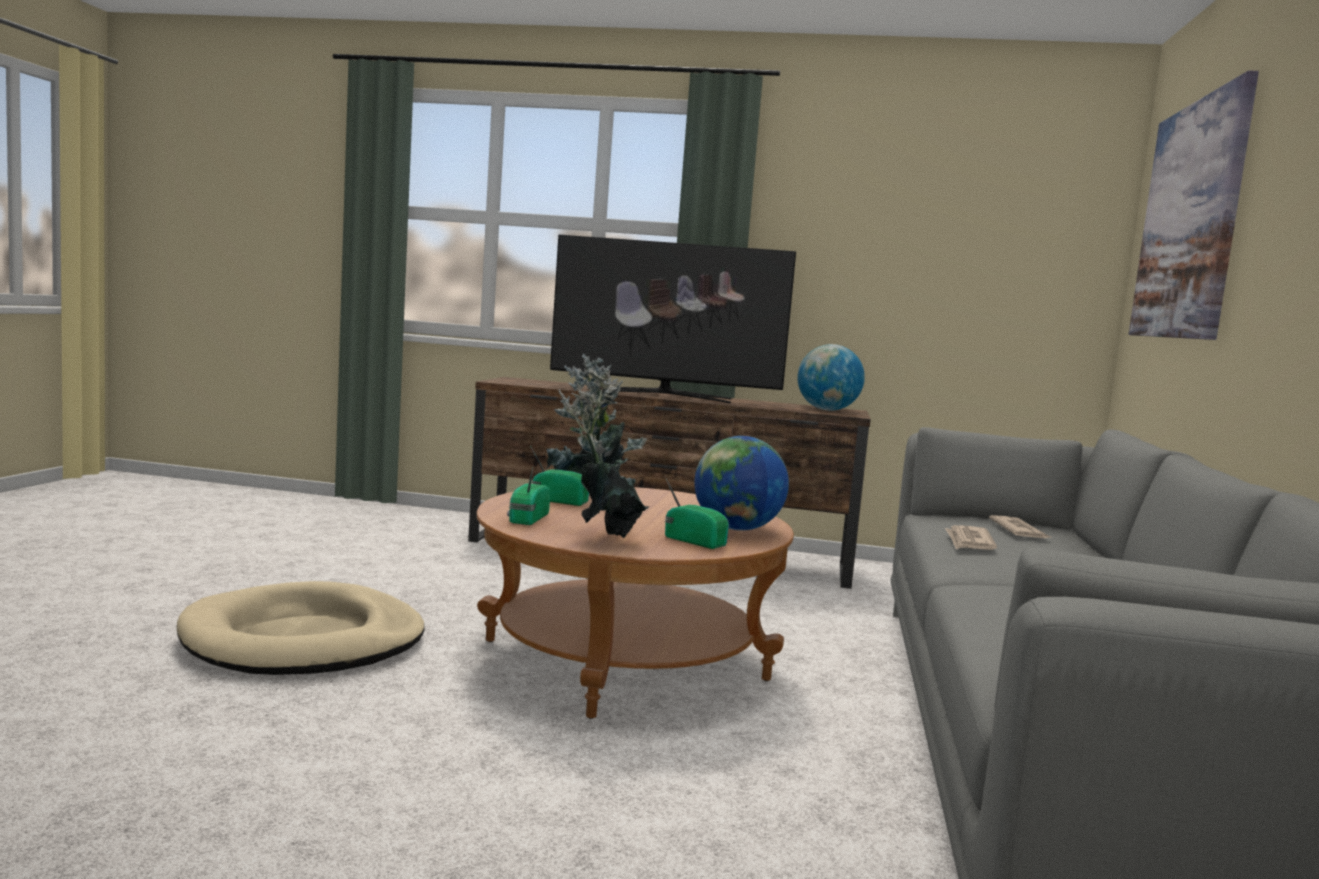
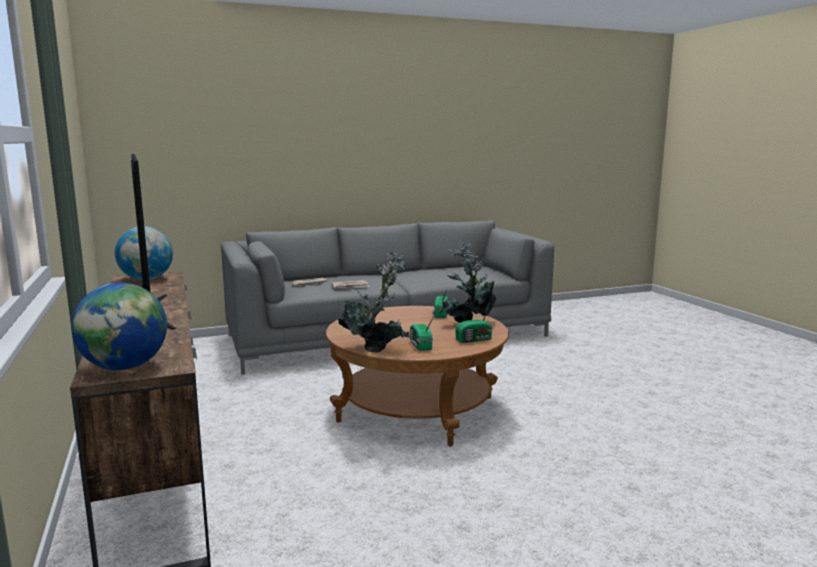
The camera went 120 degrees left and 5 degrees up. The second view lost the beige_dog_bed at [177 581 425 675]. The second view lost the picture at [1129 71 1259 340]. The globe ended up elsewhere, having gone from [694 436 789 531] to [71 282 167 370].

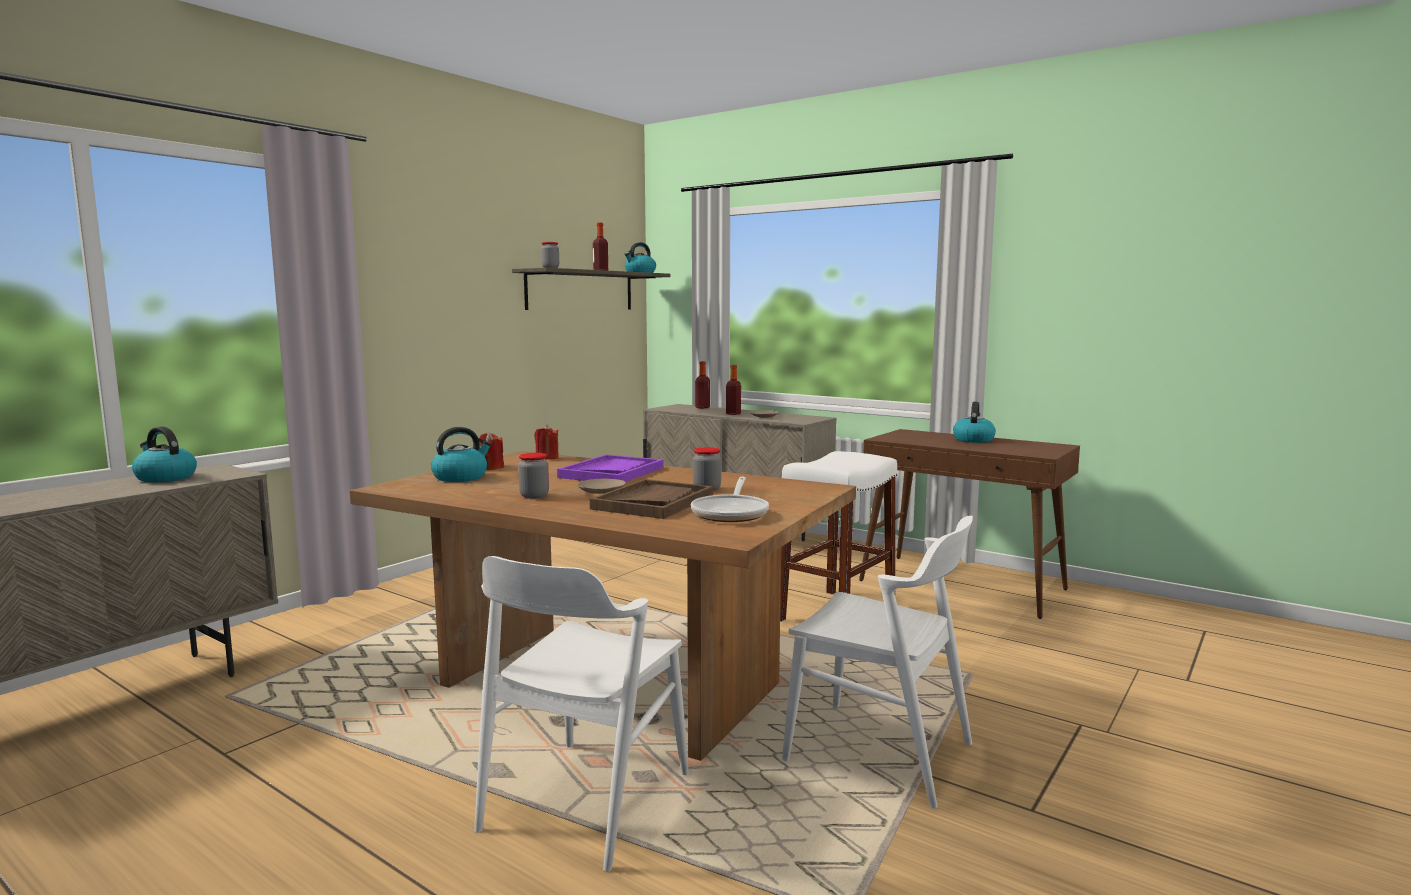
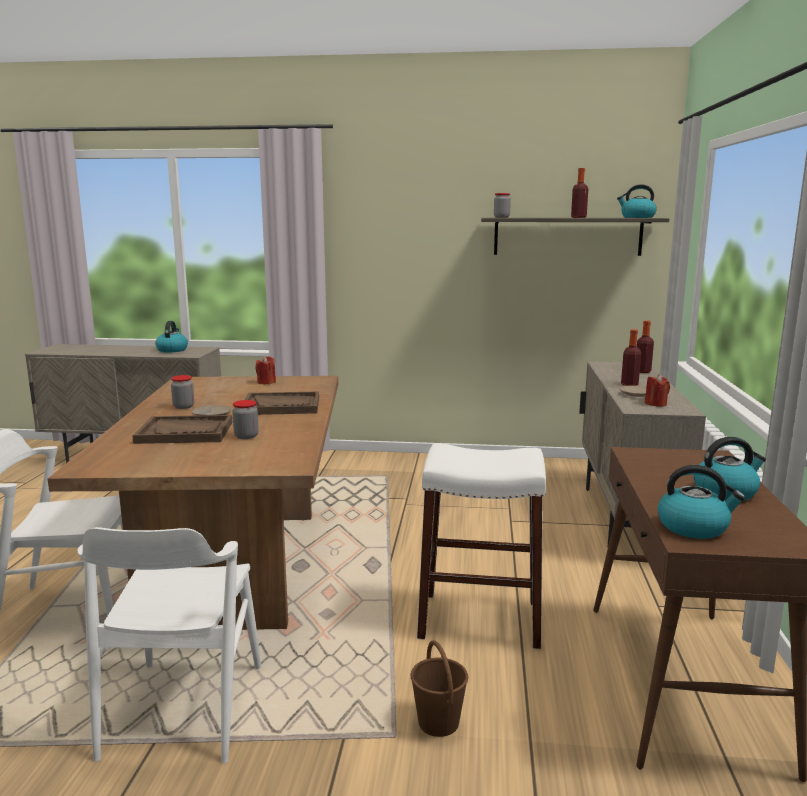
The camera went 60 degrees right and 5 degrees up. The second view lost the frying_pan at [691 477 769 522]. The second view gained the brown_bucket at [411 640 468 737]. The kettle ended up elsewhere, having gone from [431 427 491 482] to [658 465 745 539]. The red_candle ended up elsewhere, having gone from [534 424 559 459] to [645 375 670 407]. What was the purple_tray at [557 454 664 482] turned into the brown_tray at [245 391 319 415].

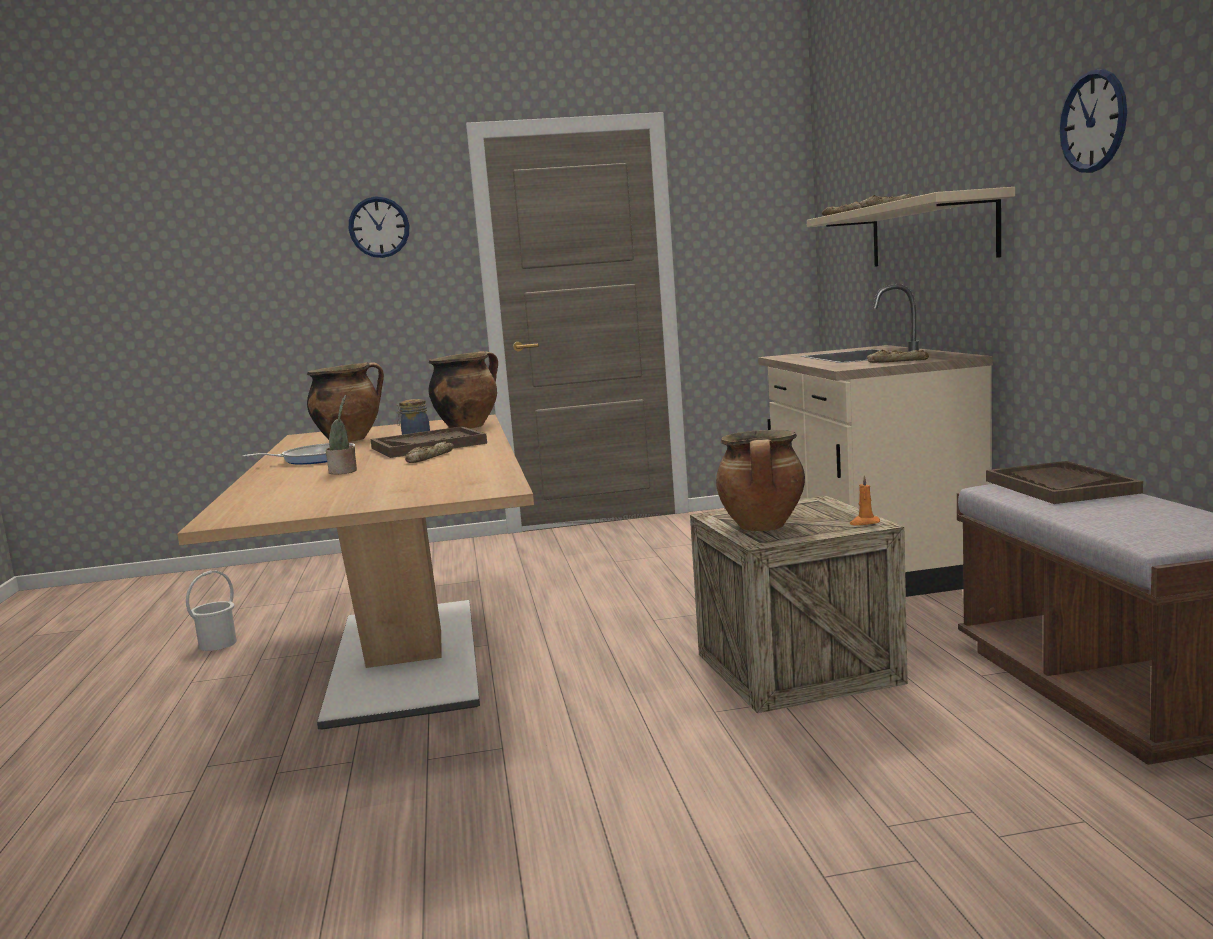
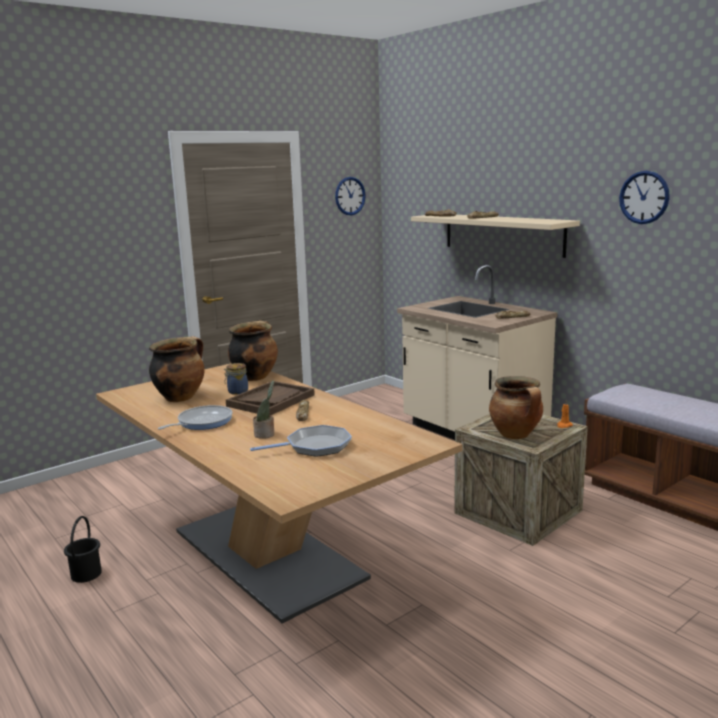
The camera went 30 degrees left and 5 degrees up. The second view lost the brown_tray at [986 461 1143 504]. The second view gained the frying_pan at [250 425 352 457]. The wall_clock ended up elsewhere, having gone from [349 196 409 258] to [335 177 366 215]. What was the white_bucket at [186 571 237 651] turned into the black_bucket at [64 516 102 583].

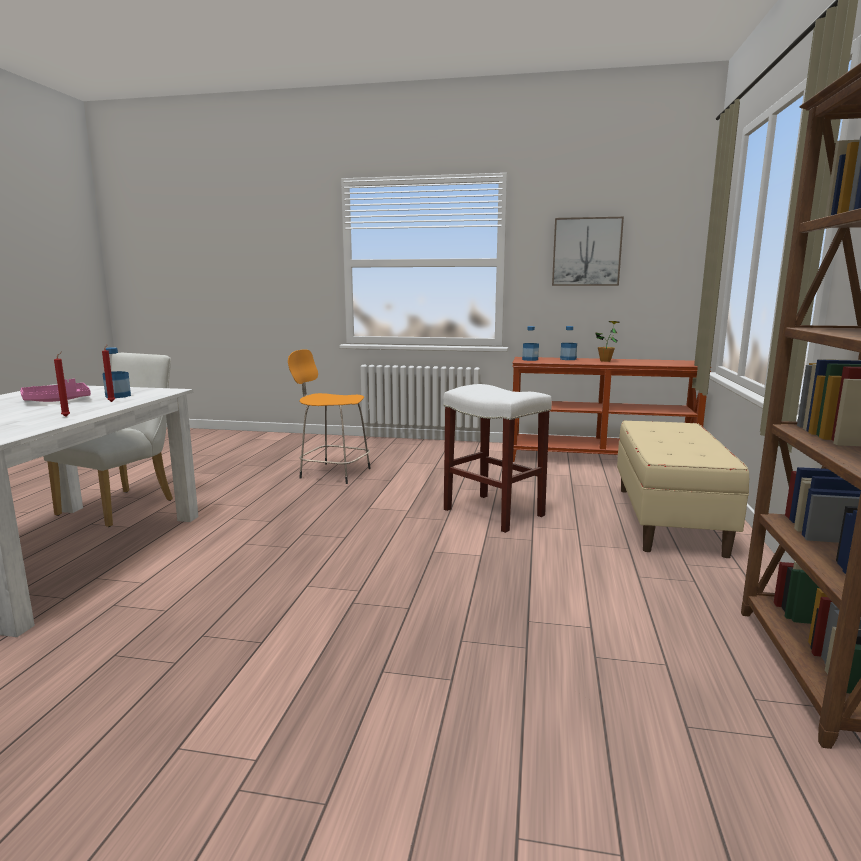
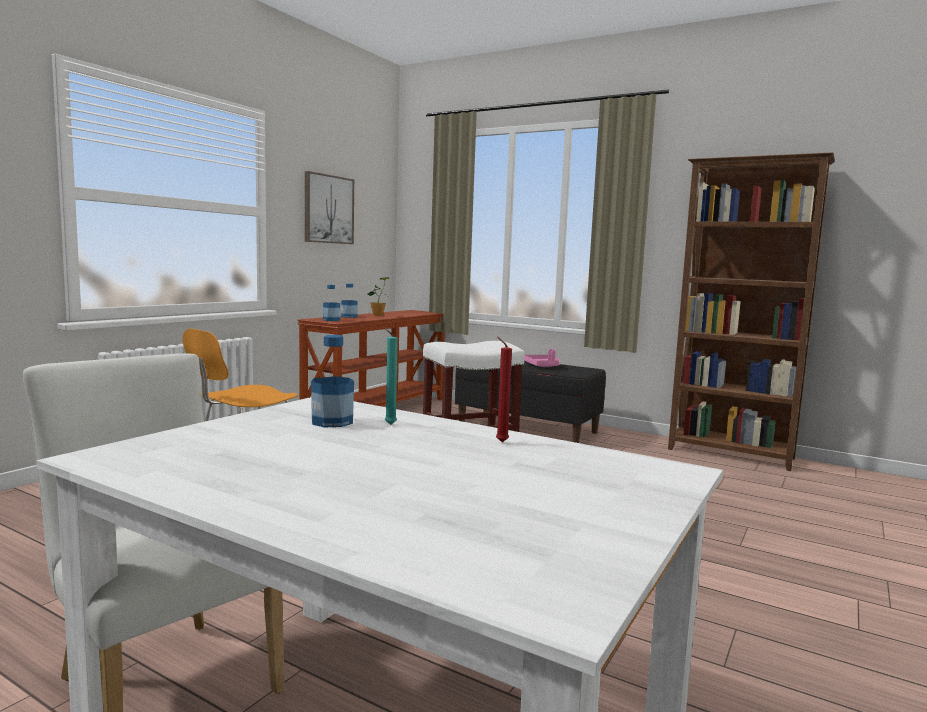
The camera went 70 degrees left and 5 degrees down. The pink_tray ended up elsewhere, having gone from [20 378 91 402] to [524 349 560 367]. What was the red_candle at [102 344 115 402] turned into the turquoise_candle at [383 327 398 425]. What was the beige_bench at [617 420 749 558] turned into the black_bench at [455 361 606 443].

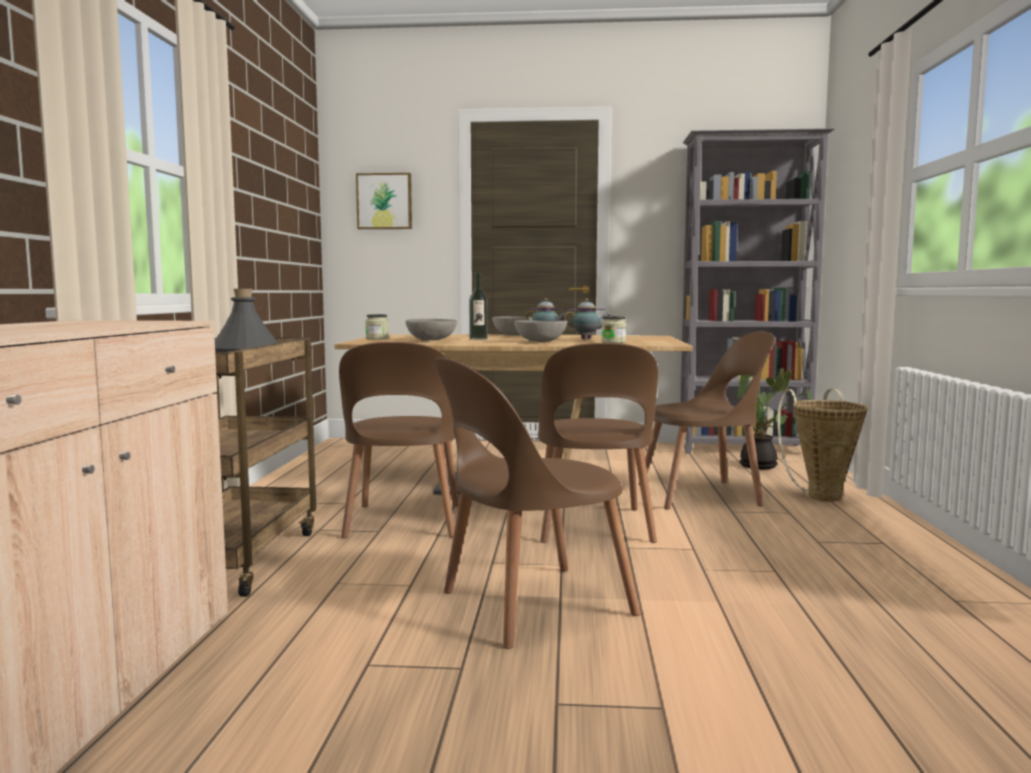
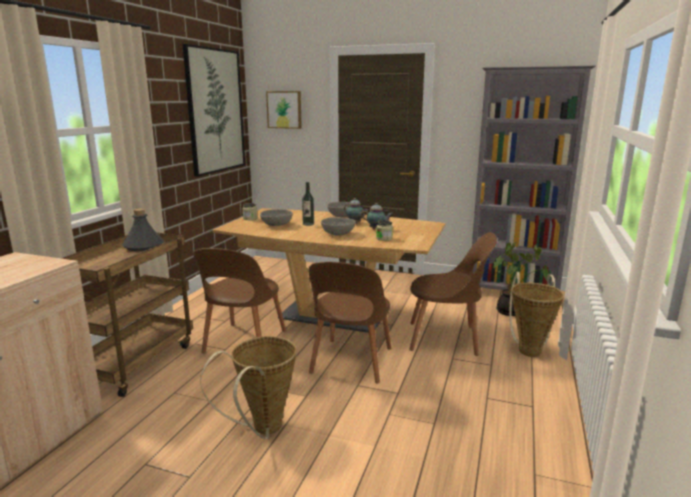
The camera went 15 degrees right and 10 degrees up. The second view gained the picture at [183 44 245 177]. Where the brown_chair stood at [433 357 640 649], the basket came to stand at [200 336 297 439].

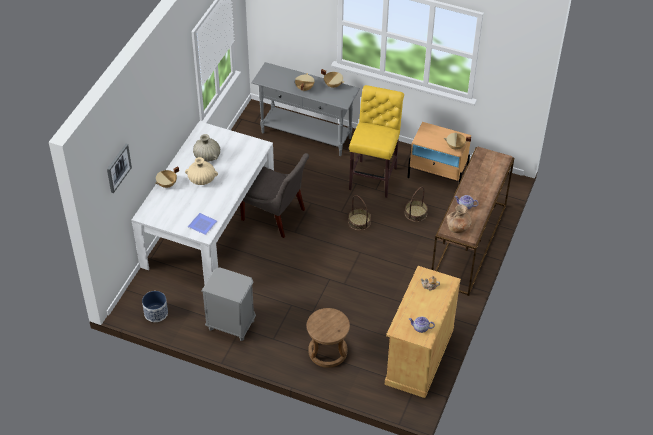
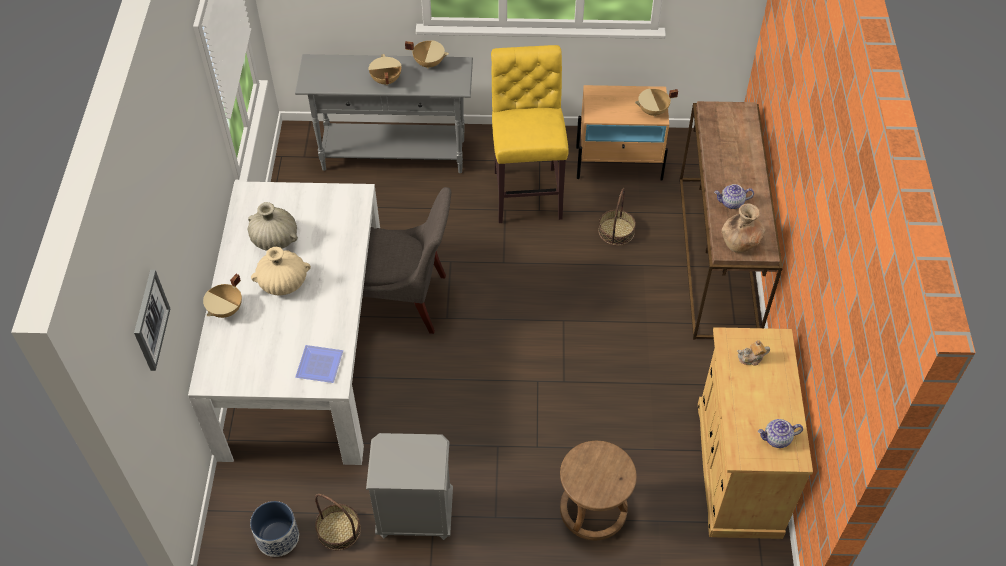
The camera went 20 degrees left and 5 degrees up. The basket ended up elsewhere, having gone from [348 195 371 231] to [315 494 361 550].

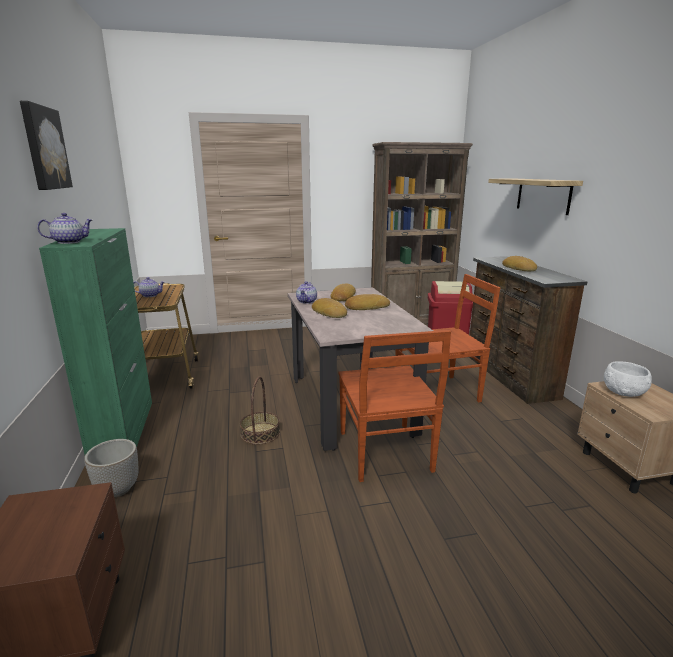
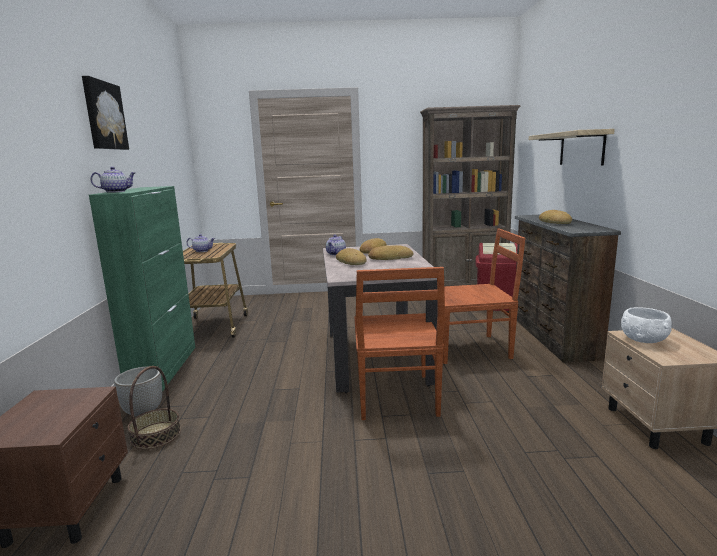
The camera went 10 degrees right and 5 degrees down. The basket ended up elsewhere, having gone from [240 376 280 445] to [128 366 181 449].

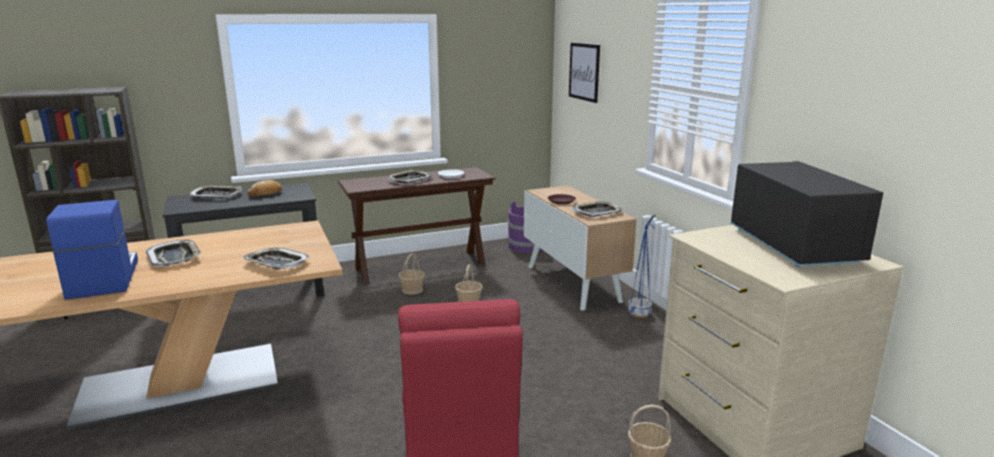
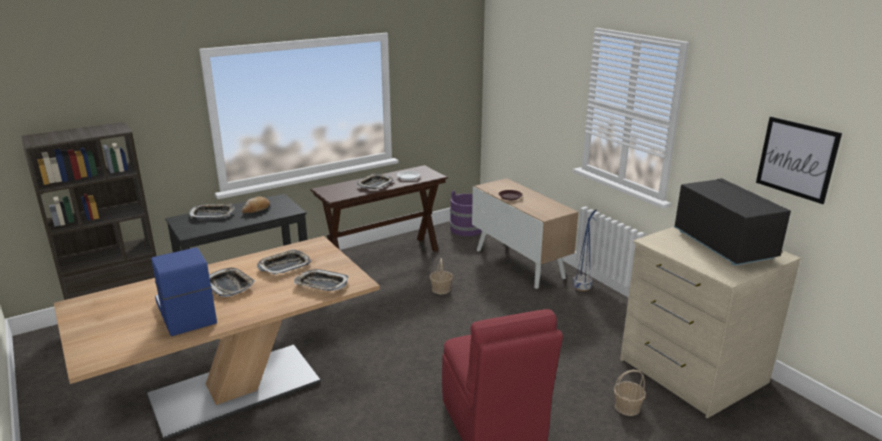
The camera went 10 degrees left and 5 degrees up. The second view lost the basket at [399 253 425 295]. The picture ended up elsewhere, having gone from [569 43 600 103] to [756 117 842 204]. The tray ended up elsewhere, having gone from [572 201 622 217] to [257 249 311 275].

